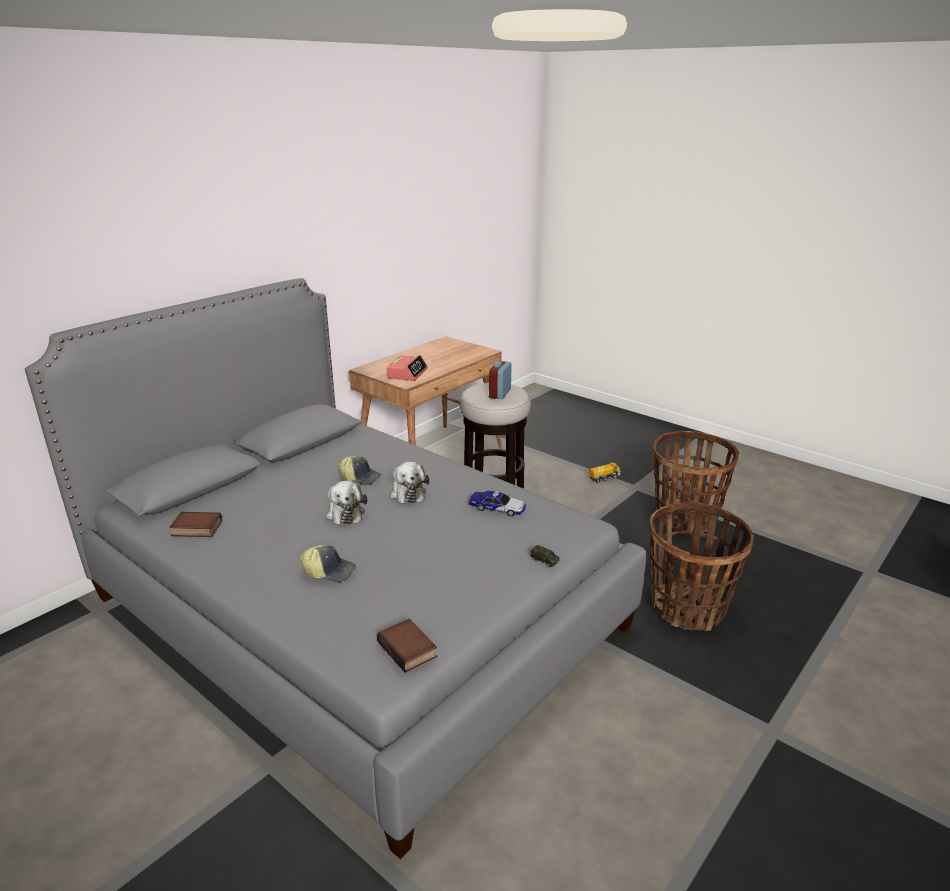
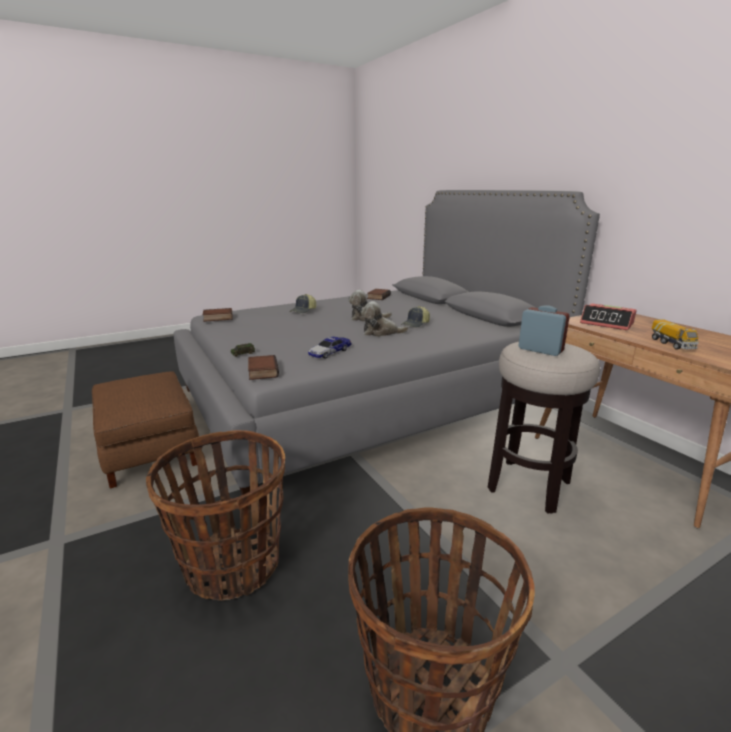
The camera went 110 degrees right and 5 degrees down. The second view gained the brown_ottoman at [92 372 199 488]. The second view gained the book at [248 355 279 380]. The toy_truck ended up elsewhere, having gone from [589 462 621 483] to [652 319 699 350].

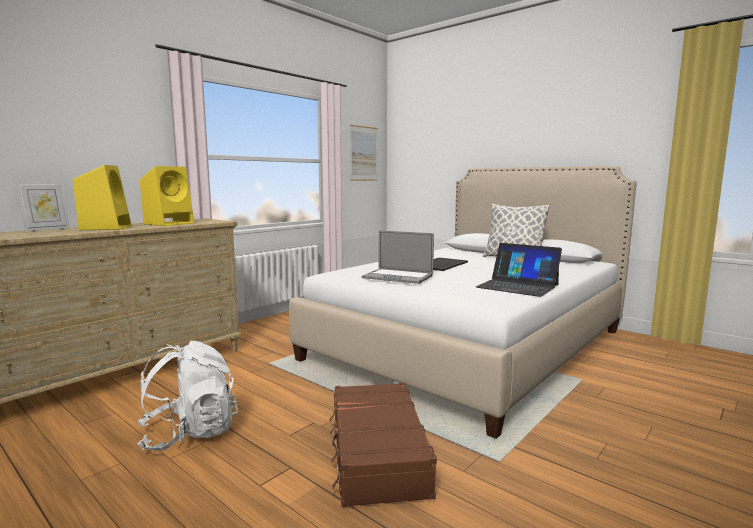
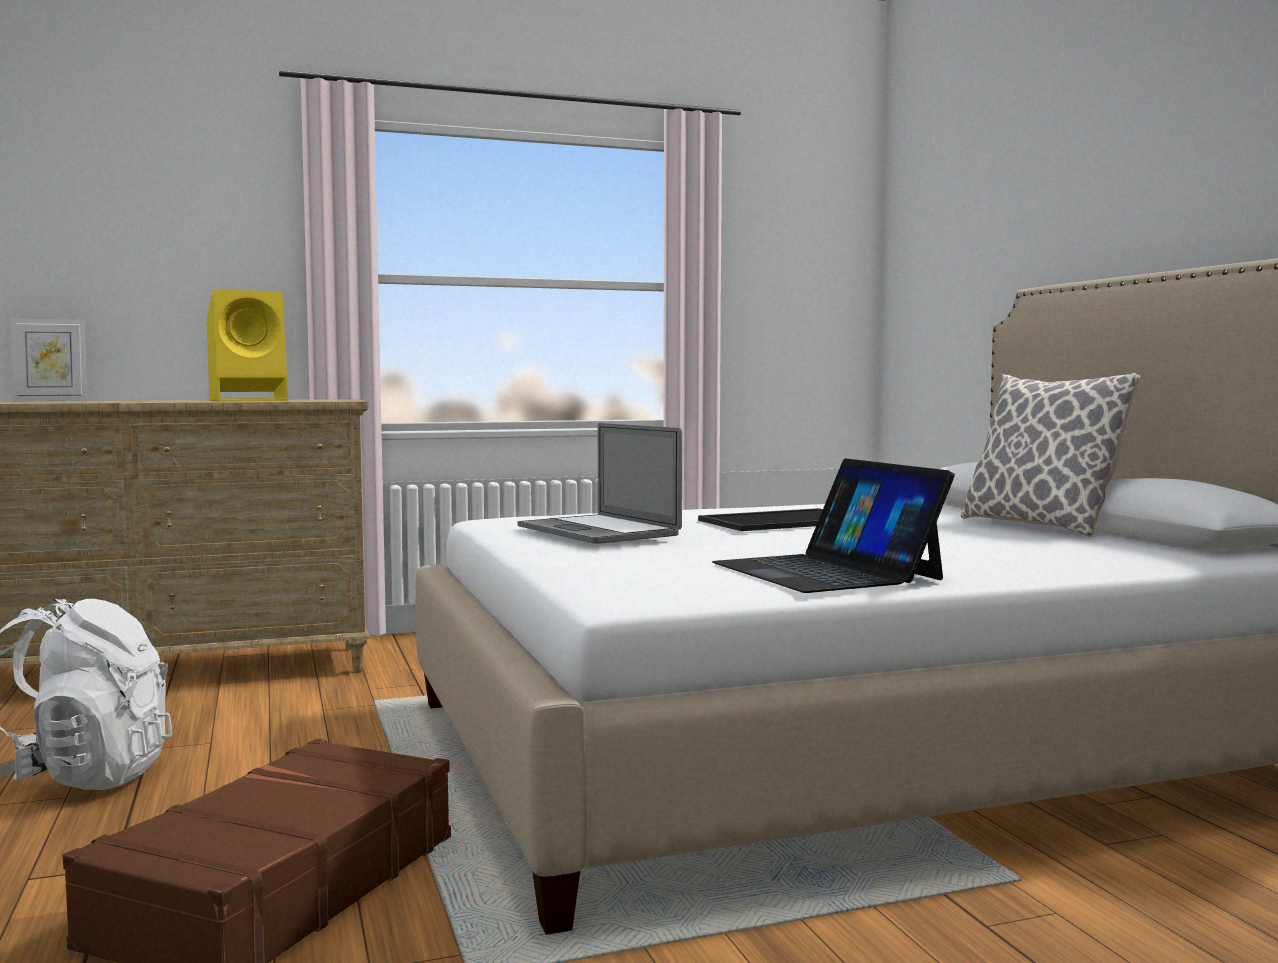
The camera went 30 degrees right and 5 degrees down. The second view lost the yellow_speaker at [73 165 132 230]. The second view lost the picture at [349 125 378 181].

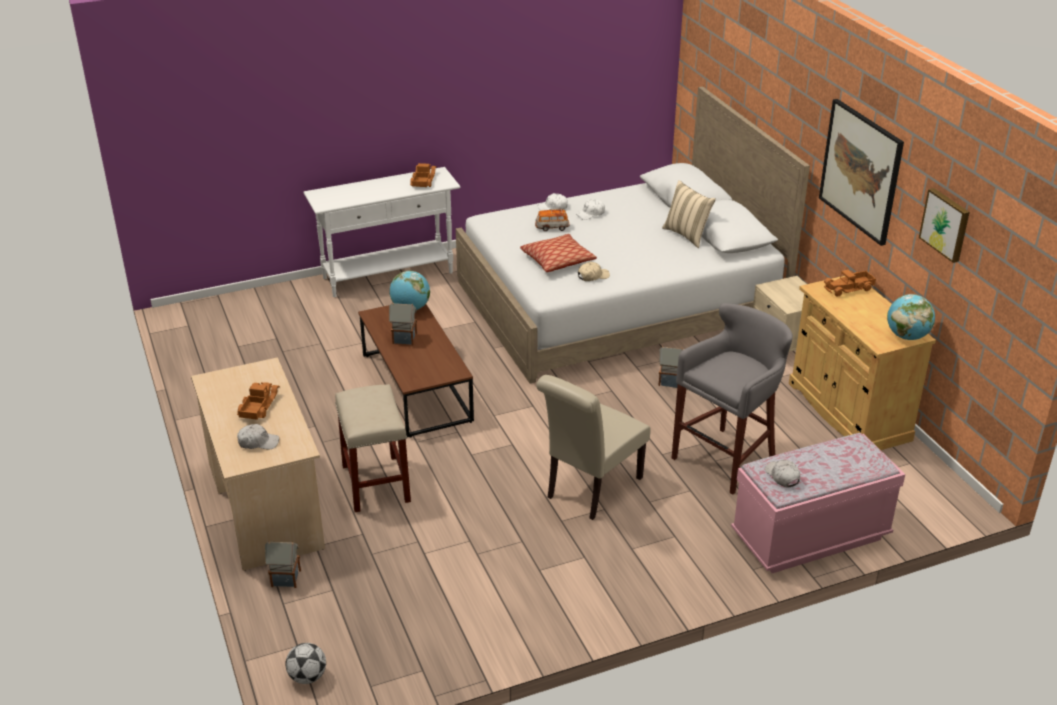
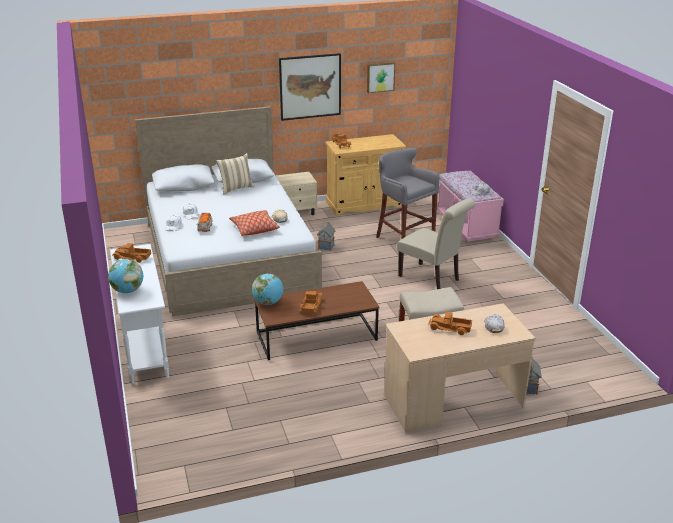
The camera went 85 degrees left and 5 degrees down. The second view lost the football at [285 643 326 684]. The globe ended up elsewhere, having gone from [887 294 935 340] to [108 259 143 293]. Where the toy_house stood at [389 302 417 345], the toy_truck came to stand at [300 291 323 313].

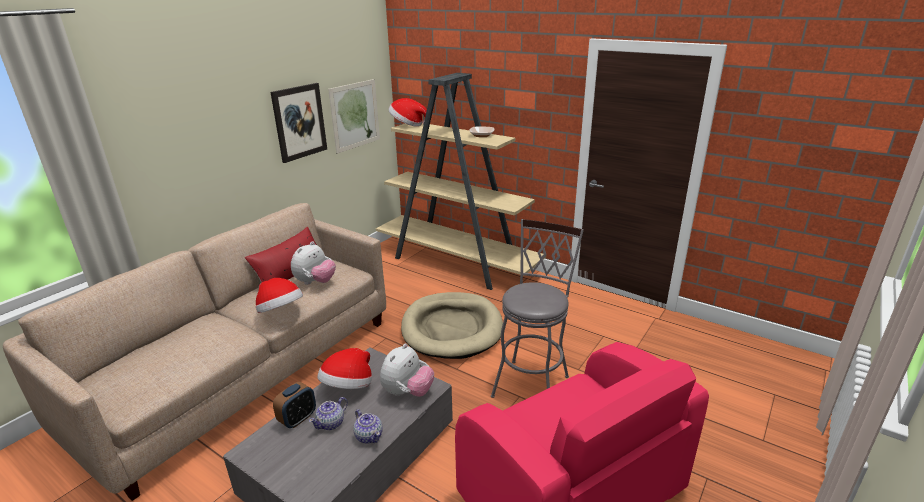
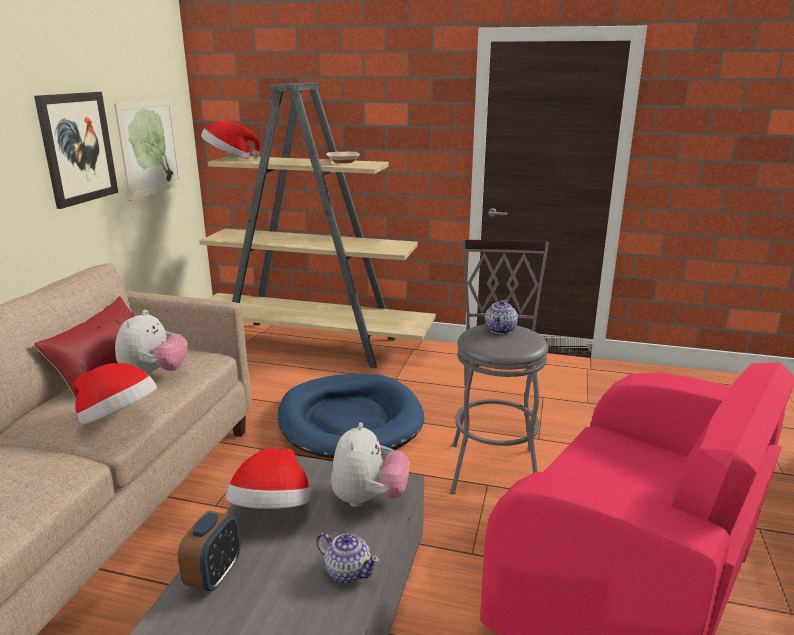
The camera went 20 degrees left and 5 degrees down. The teapot ended up elsewhere, having gone from [309 397 348 430] to [485 300 518 334]. What was the beige_dog_bed at [401 292 503 359] turned into the blue_dog_bed at [278 373 424 458].

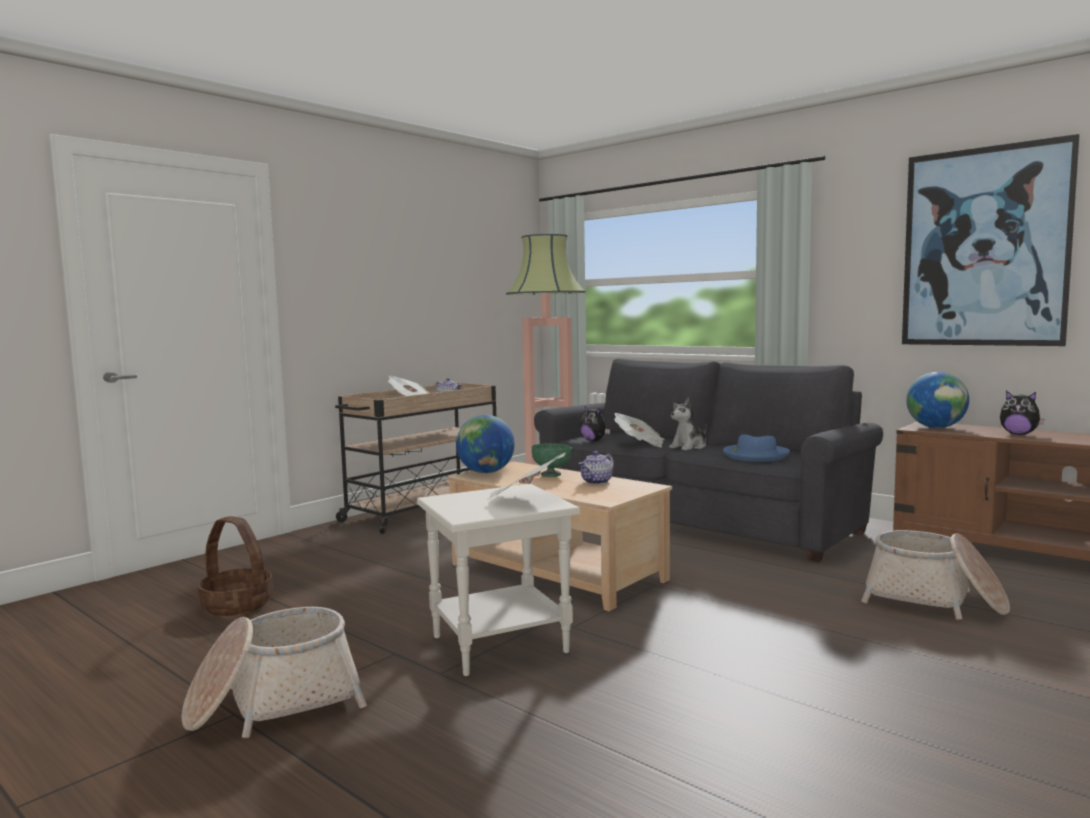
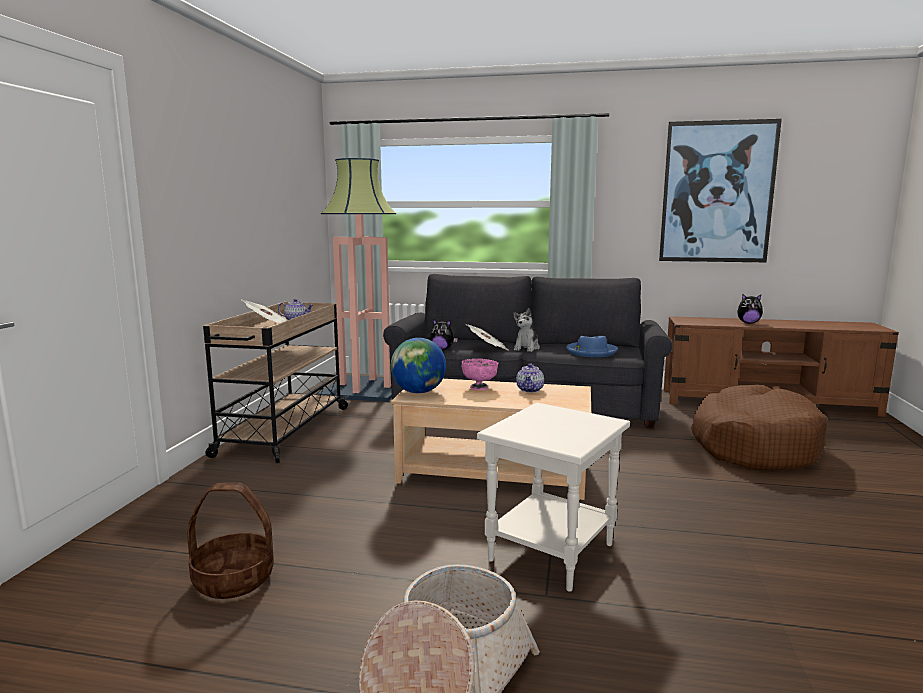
The camera went 30 degrees left and 5 degrees up. The second view lost the newspaper at [489 453 566 499]. The second view lost the globe at [906 372 969 428]. Where the basket stood at [861 530 1010 619], the brown_dog_bed came to stand at [691 385 828 470]. What was the green_bowl at [532 443 572 477] turned into the pink_bowl at [462 359 498 390].

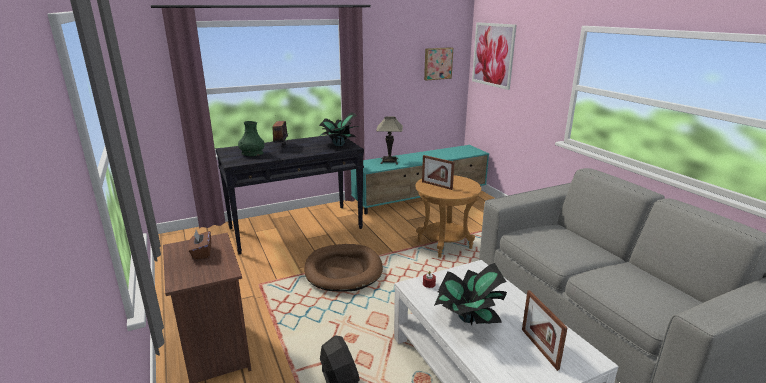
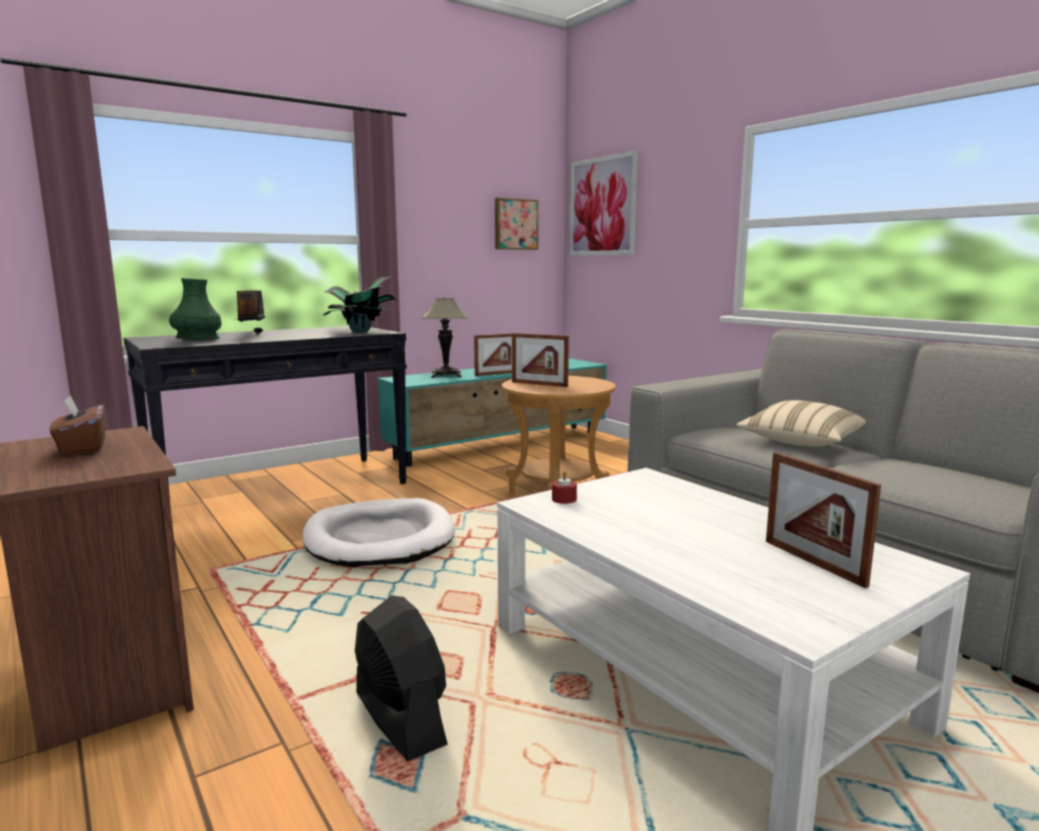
The camera went 10 degrees left and 10 degrees down. The second view lost the potted_plant at [434 263 507 325]. The second view gained the picture_frame at [474 333 512 376]. The second view gained the beige_pillow at [737 400 866 446]. What was the brown_dog_bed at [304 244 383 292] turned into the white_dog_bed at [303 498 455 567].

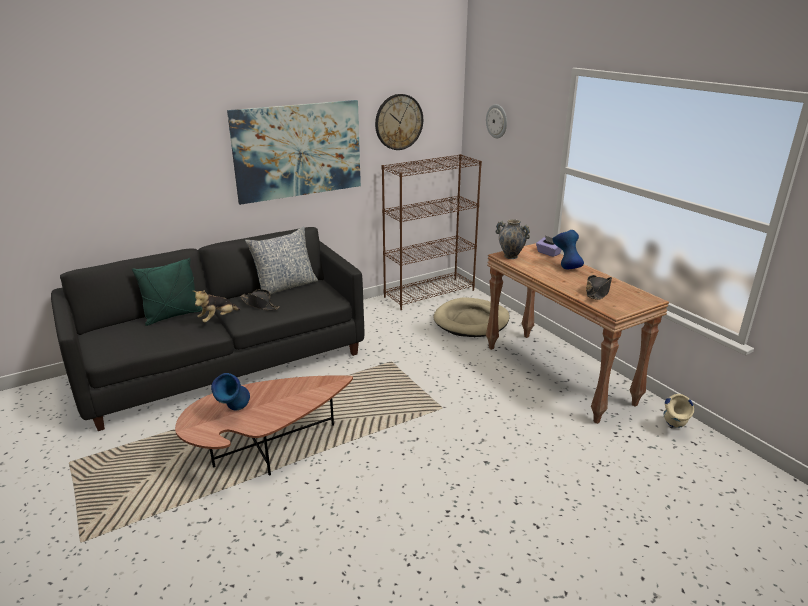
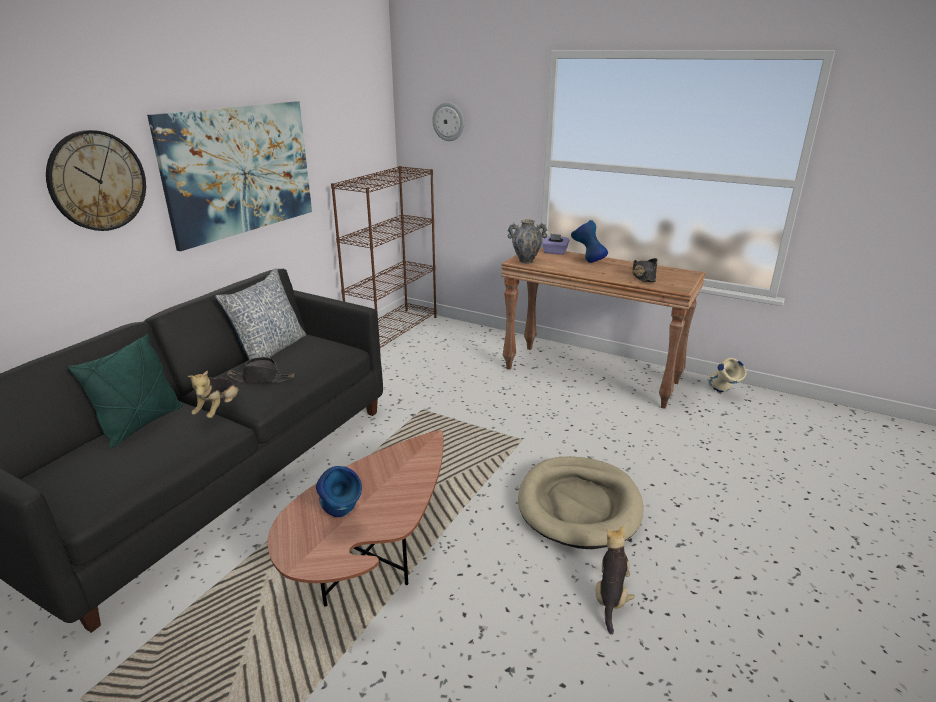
The camera went 30 degrees left and 0 degrees up. The second view gained the plush_toy at [596 525 635 635]. The wall_clock ended up elsewhere, having gone from [375 94 423 150] to [46 130 146 231]. The beige_dog_bed ended up elsewhere, having gone from [433 297 510 337] to [518 456 643 549].

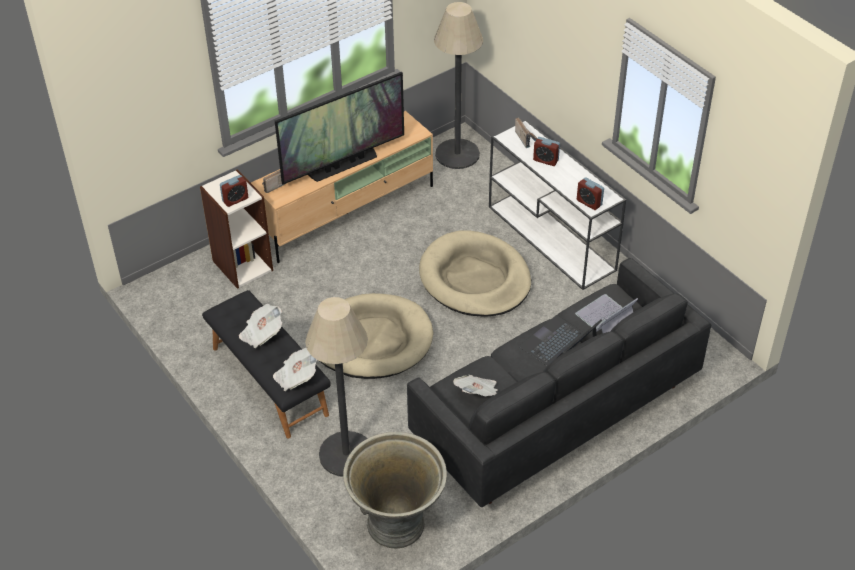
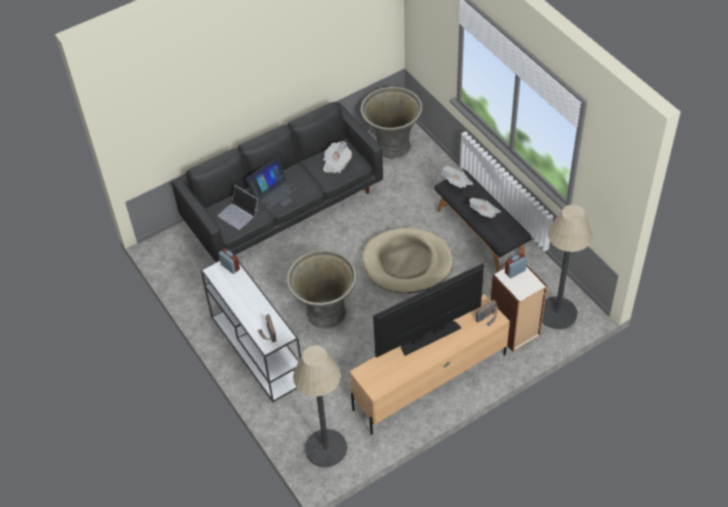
The camera went 175 degrees left and 5 degrees up. The second view lost the alarm_clock at [533 137 560 166]. The floor_lamp ended up elsewhere, having gone from [305 297 368 477] to [542 205 592 329]. Where the beige_dog_bed stood at [419 230 531 317], the grey_planter came to stand at [287 250 356 329]. The laptop at [575 294 638 333] ended up facing another way, 75 degrees clockwise from before.

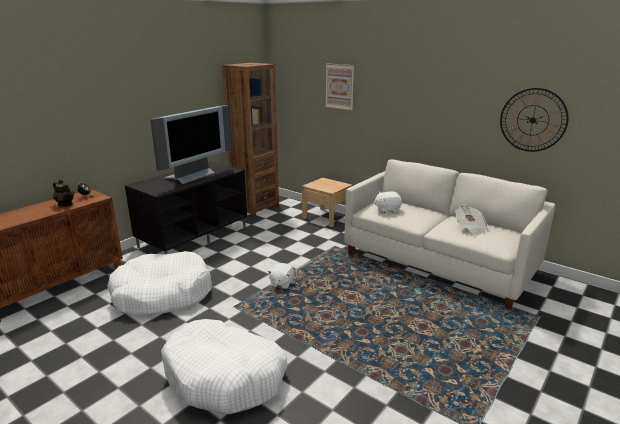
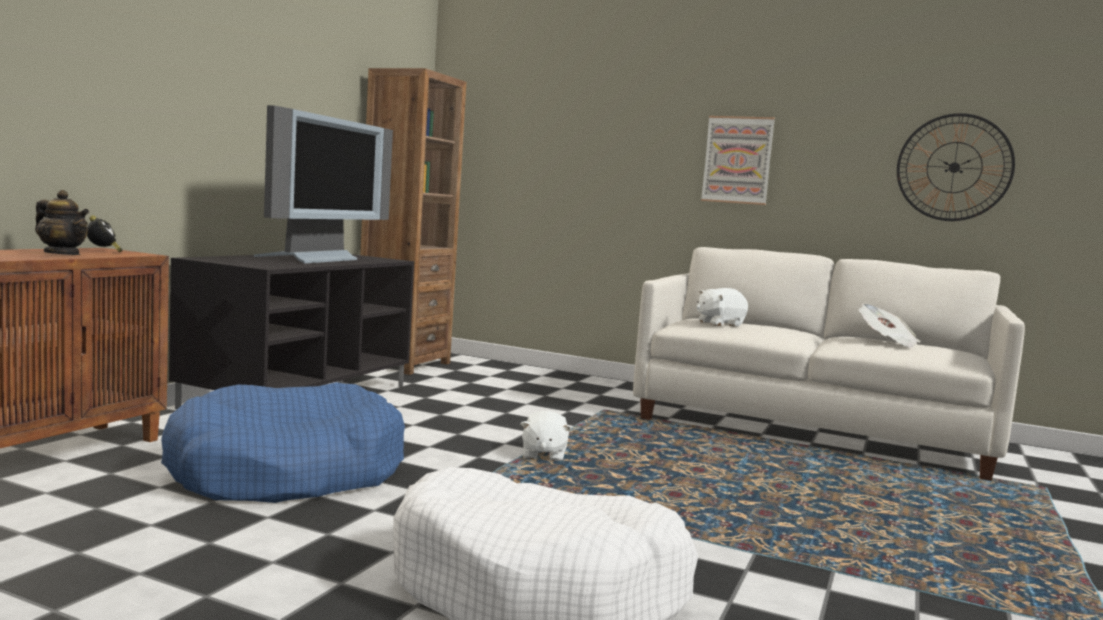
The camera went 15 degrees left and 15 degrees down. The second view lost the beige_nightstand at [302 178 352 227]. The picture ended up elsewhere, having gone from [325 64 354 111] to [701 116 775 205]. What was the white_dog_bed at [107 251 212 316] turned into the blue_dog_bed at [161 382 405 503].

